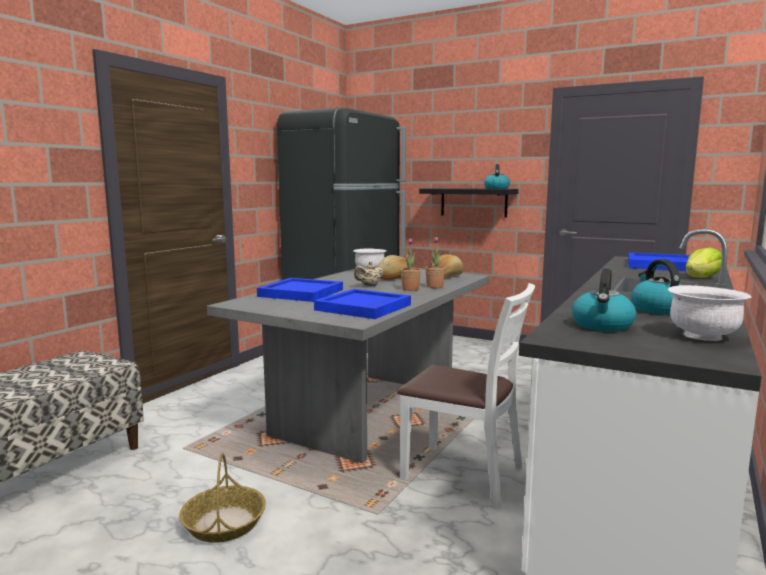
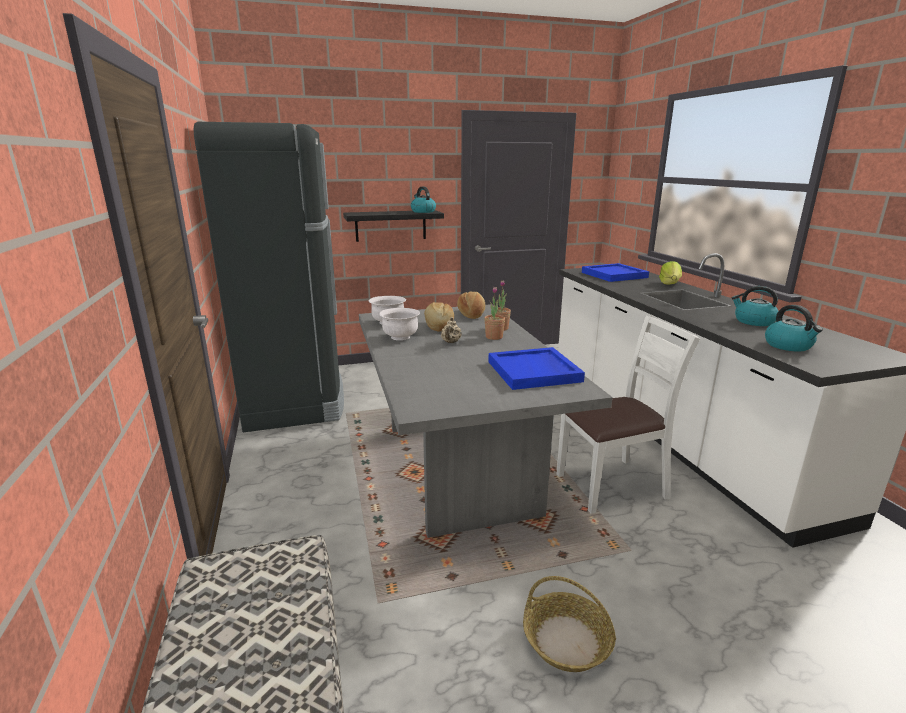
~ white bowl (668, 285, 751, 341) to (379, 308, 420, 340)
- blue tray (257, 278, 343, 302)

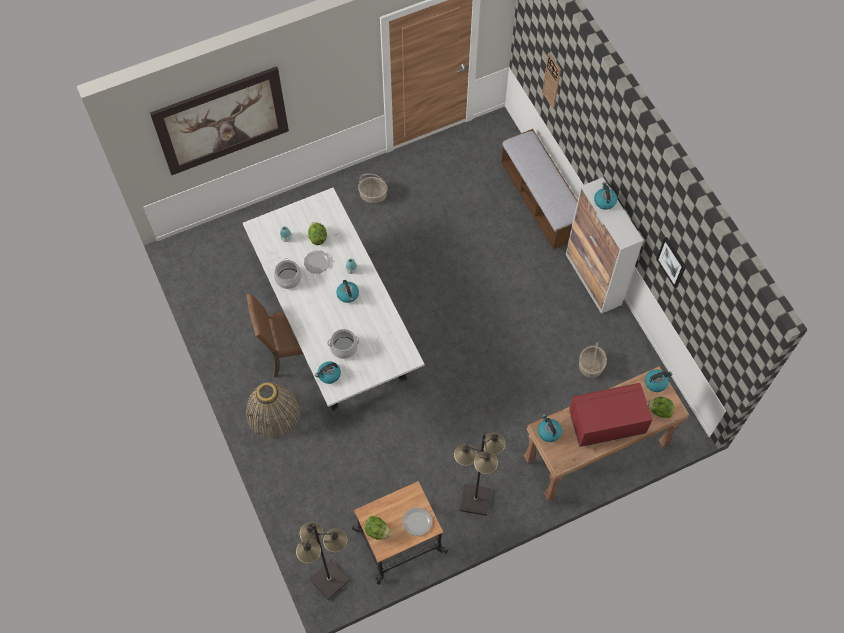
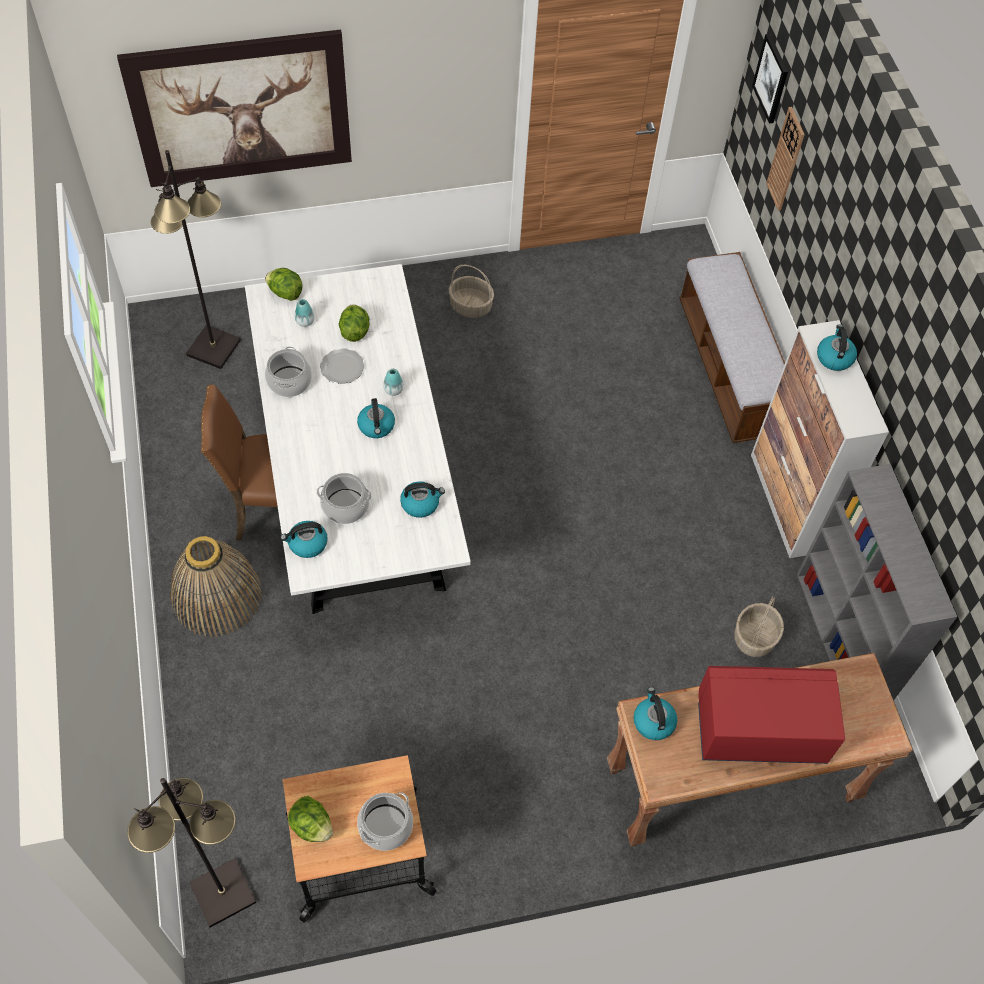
~ black floor lamp (454, 432, 506, 516) to (151, 150, 241, 369)
~ lettuce (647, 397, 674, 418) to (265, 268, 302, 301)
~ plate (403, 507, 432, 536) to cooking pot (357, 793, 413, 851)
~ kettle (645, 369, 672, 392) to (400, 481, 445, 518)
~ picture (656, 237, 686, 288) to (752, 34, 788, 124)
+ grey bookcase (797, 464, 957, 701)

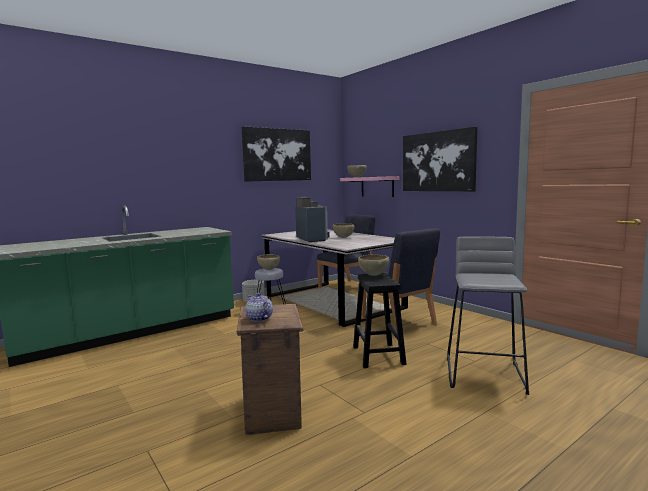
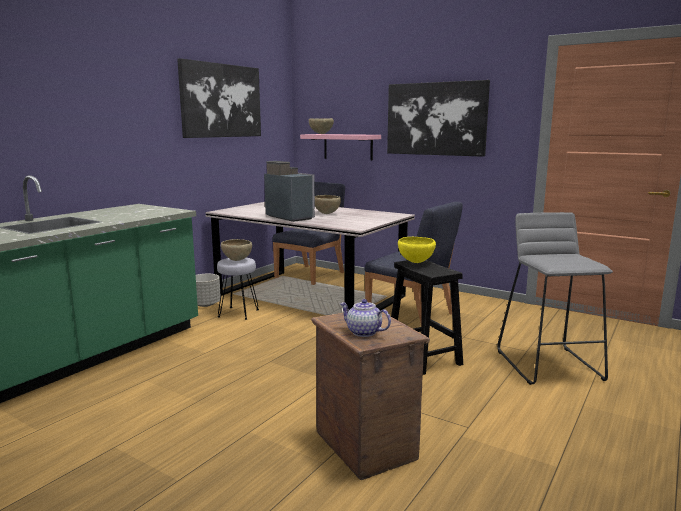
~ brown bowl (358, 254, 389, 276) to yellow bowl (398, 237, 436, 263)

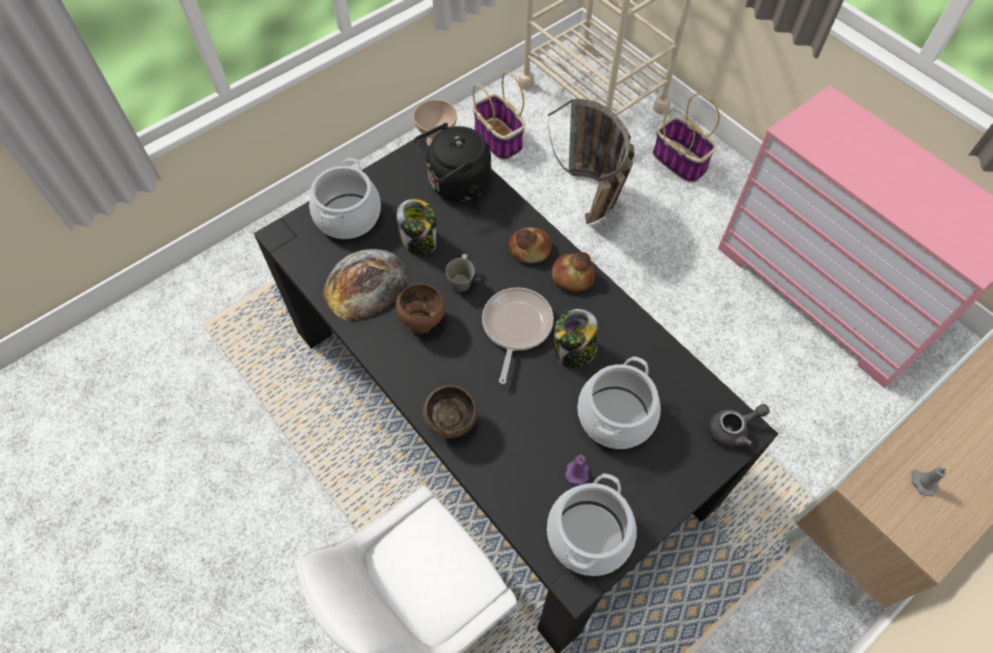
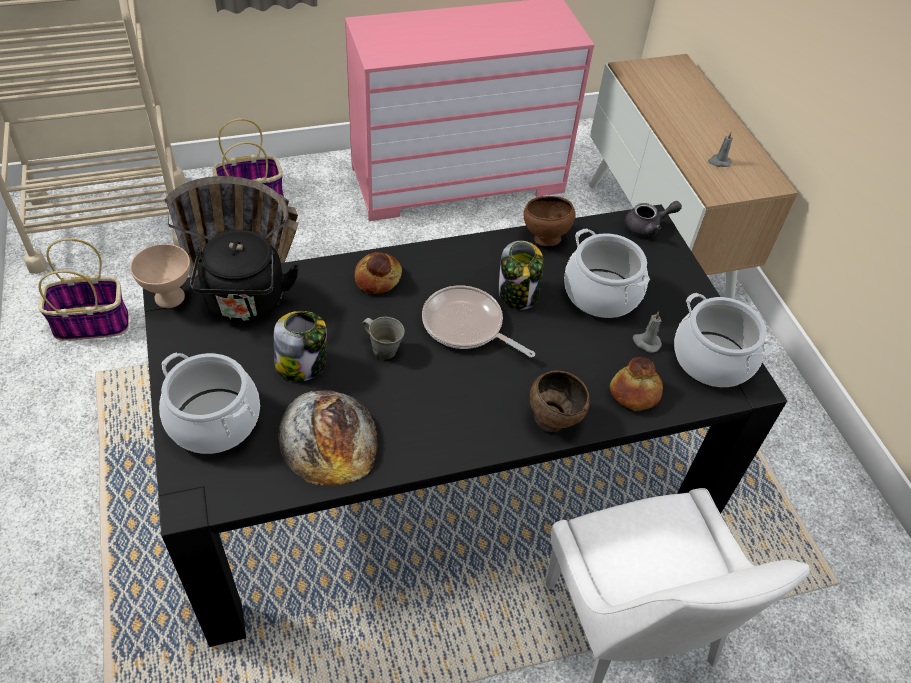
~ brown bowl (396, 283, 445, 334) to (523, 196, 576, 246)
~ bread (552, 252, 595, 292) to (610, 357, 663, 411)
~ grey teapot (709, 404, 770, 447) = (625, 201, 682, 236) 75 degrees clockwise
~ purple candle (565, 454, 589, 485) to grey candle (633, 311, 662, 353)

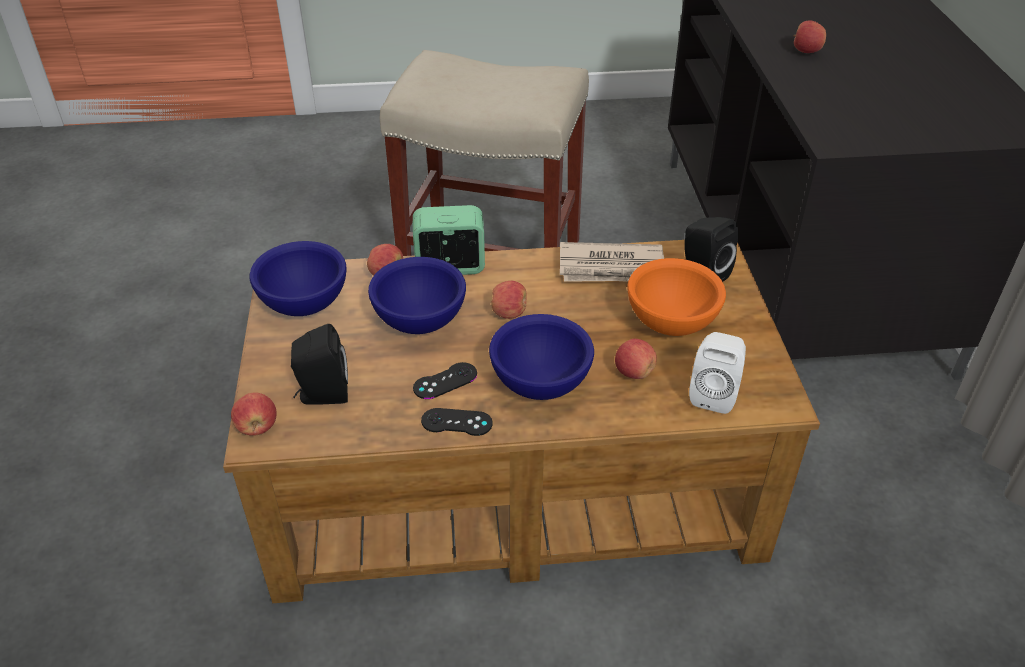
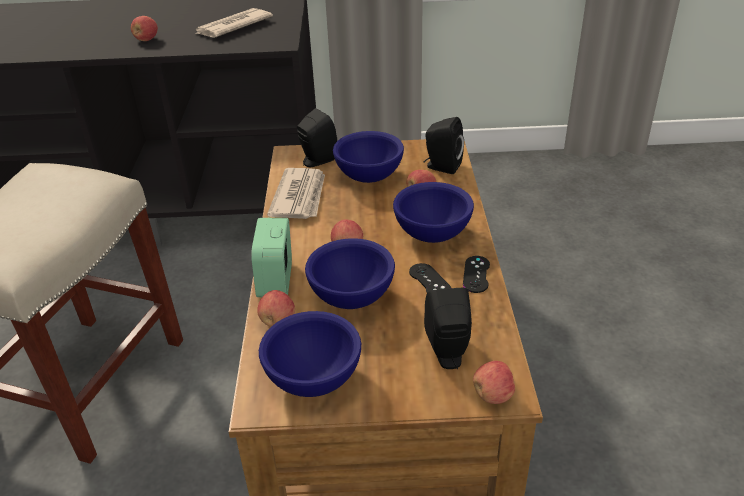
+ newspaper (196, 8, 273, 38)
~ orange bowl (627, 258, 726, 336) to blue bowl (333, 131, 404, 183)
~ white speaker (689, 332, 746, 414) to black speaker (424, 117, 464, 174)

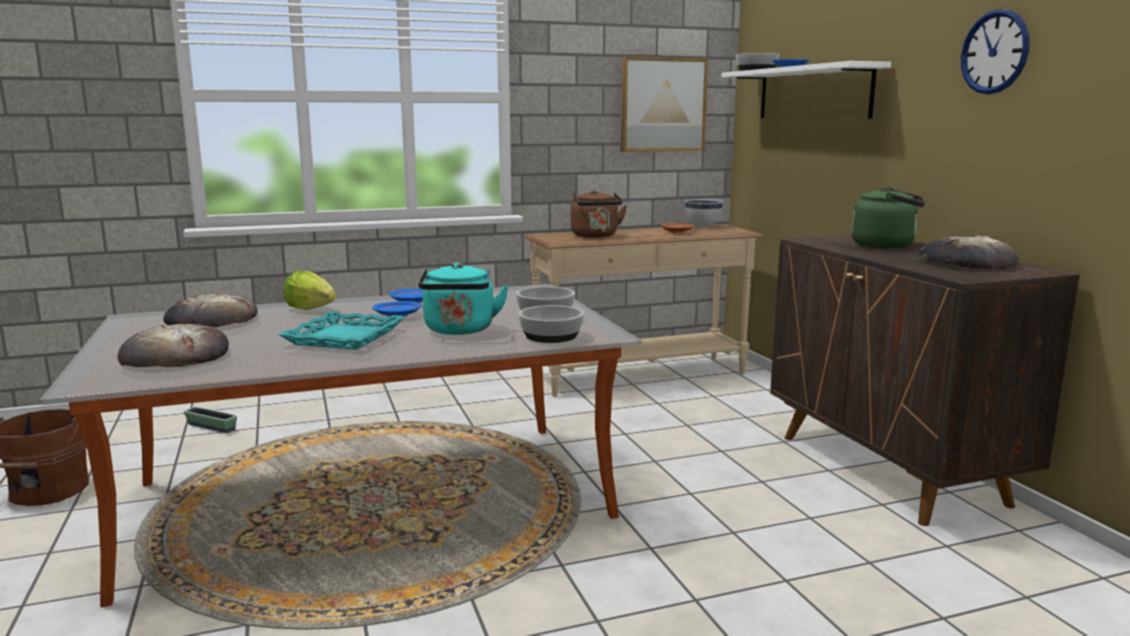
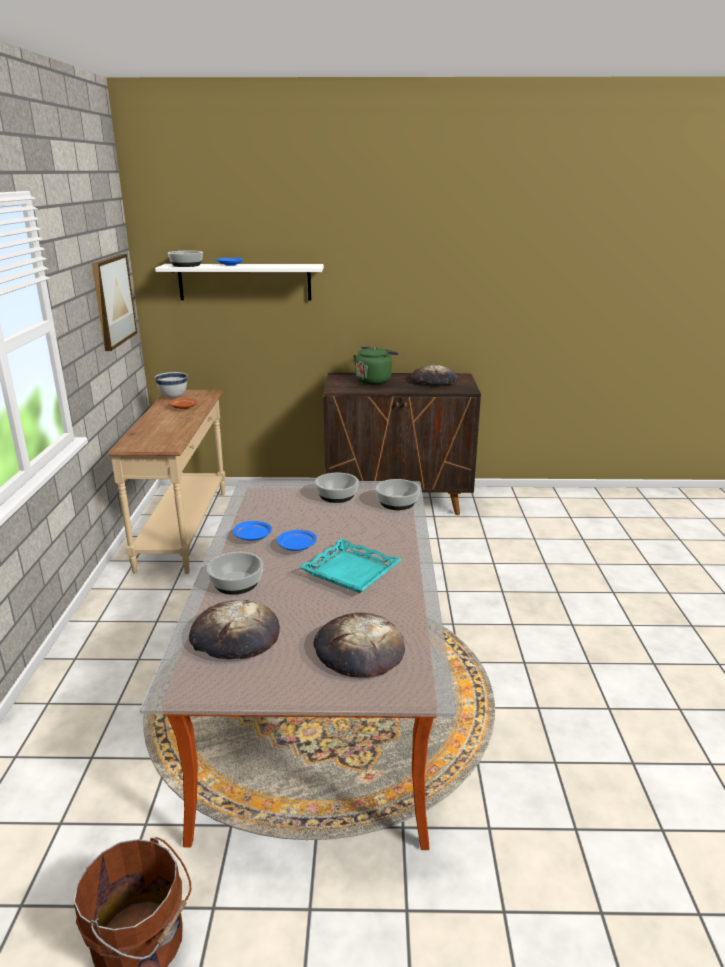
~ lettuce (283, 271, 336, 310) to bowl (207, 552, 263, 595)
- planter (184, 407, 237, 433)
- turquoise kettle (418, 262, 509, 335)
- brown kettle (571, 190, 627, 238)
- wall clock (961, 9, 1030, 94)

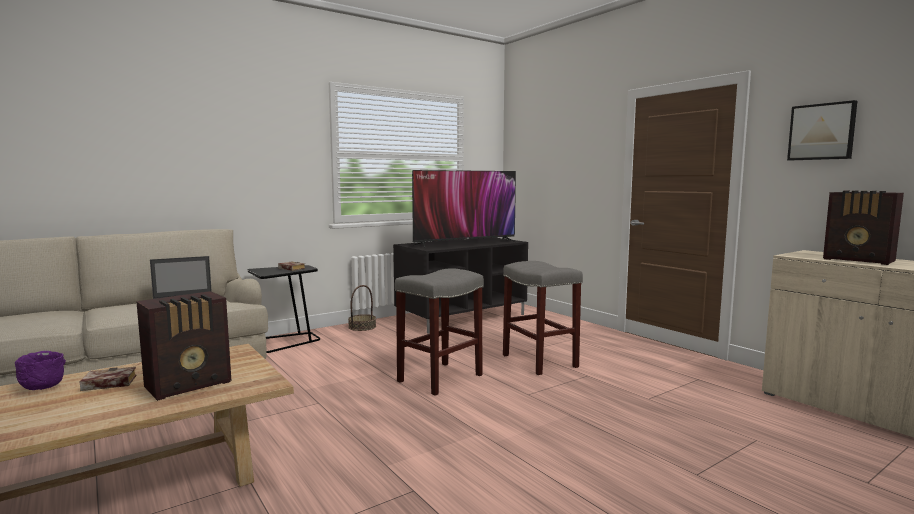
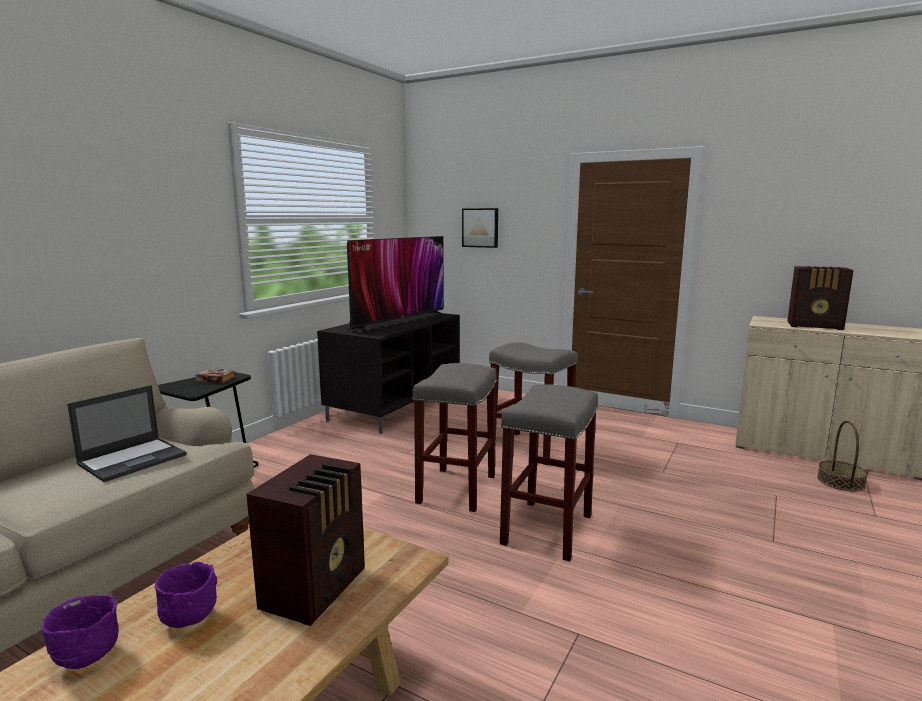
~ book (79, 367, 137, 391) to purple bowl (155, 562, 217, 628)
~ picture (787, 100, 857, 160) to (462, 208, 498, 248)
+ grey stool (500, 384, 598, 561)
~ basket (348, 285, 376, 331) to (817, 421, 868, 491)

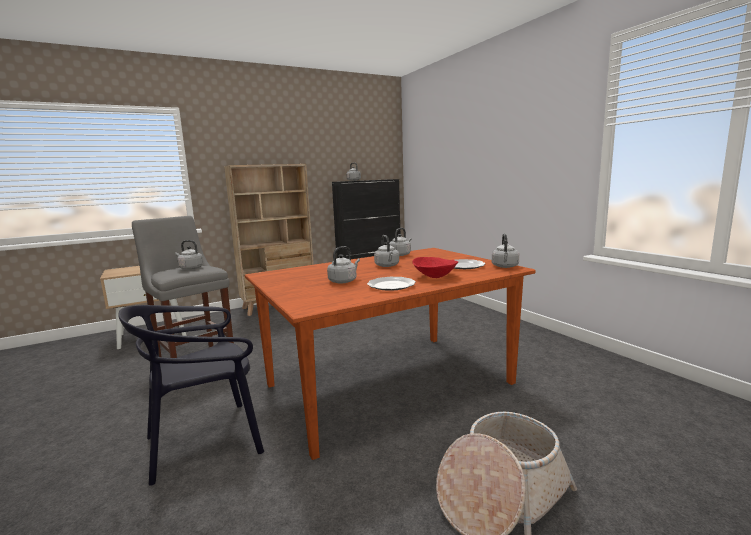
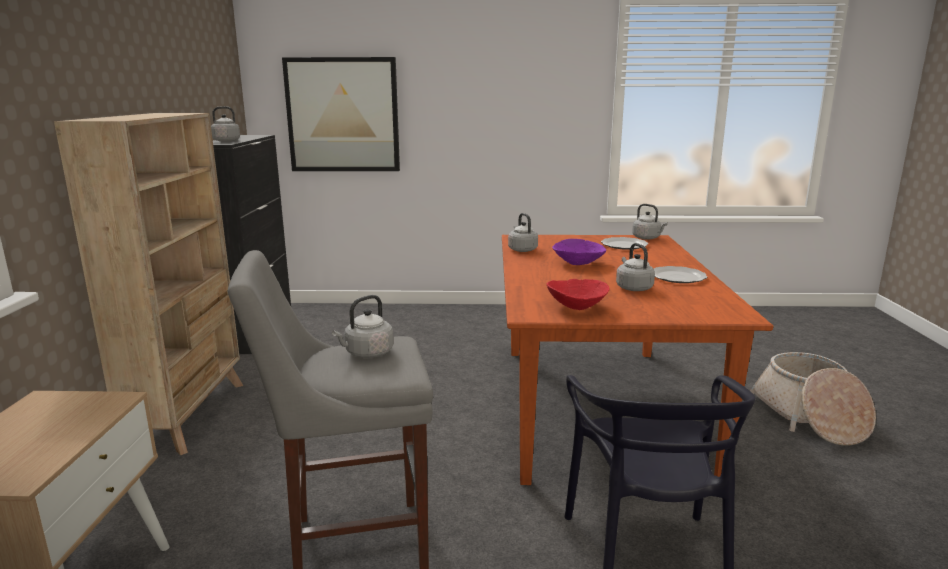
+ picture (282, 57, 400, 171)
~ red bowl (412, 257, 458, 278) to (546, 279, 610, 310)
~ grey kettle (374, 235, 399, 267) to purple bowl (552, 239, 606, 265)

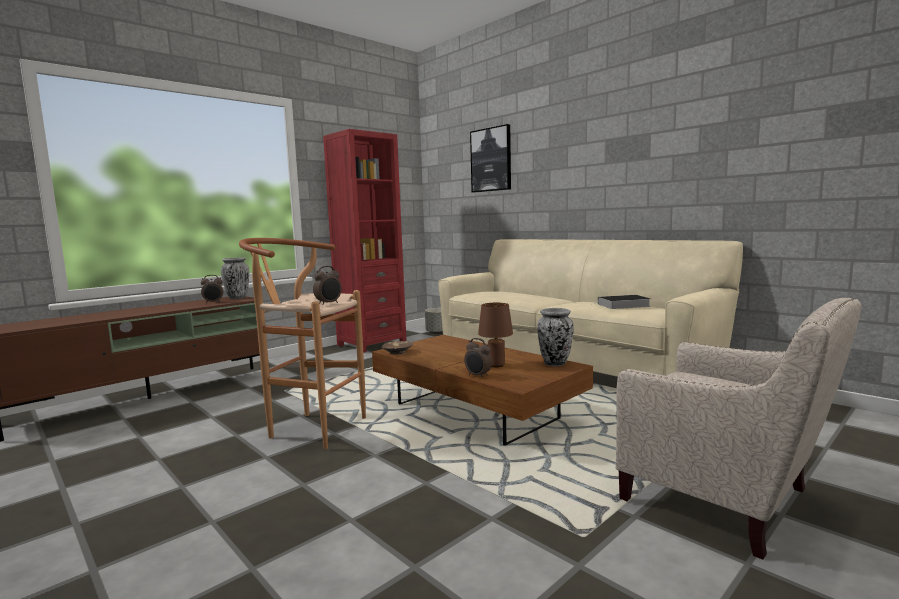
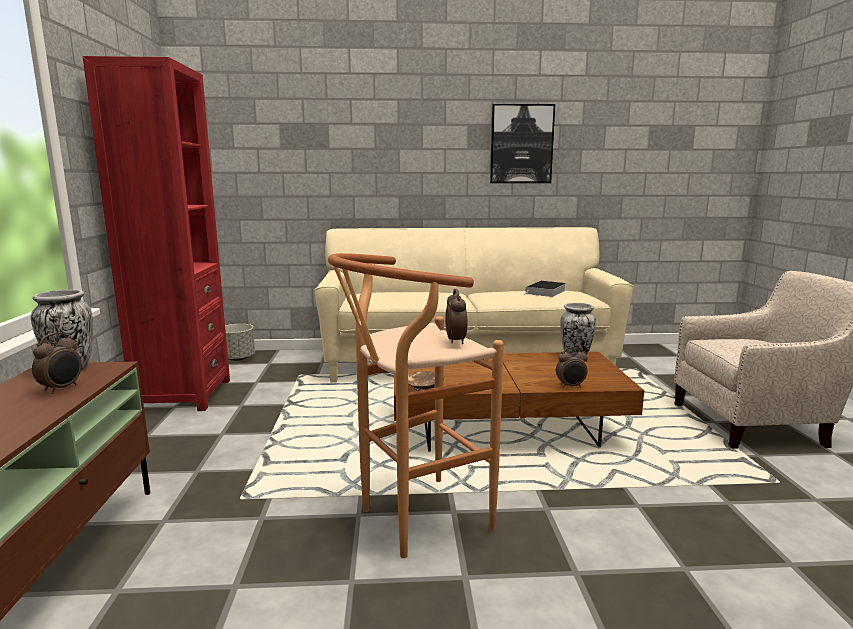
~ picture (470, 124, 511, 192) to (490, 104, 555, 183)
- brown table lamp (478, 303, 513, 368)

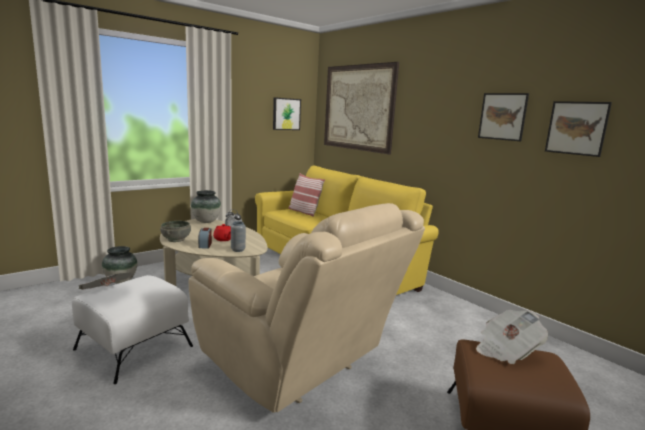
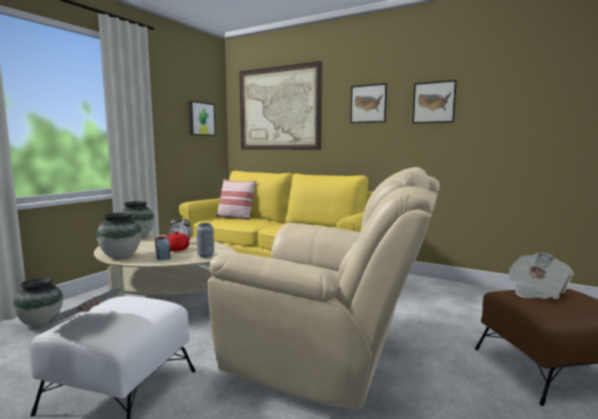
~ grey bowl (160, 221, 191, 242) to vase (96, 213, 142, 259)
~ picture (545, 101, 612, 157) to (350, 83, 387, 123)

